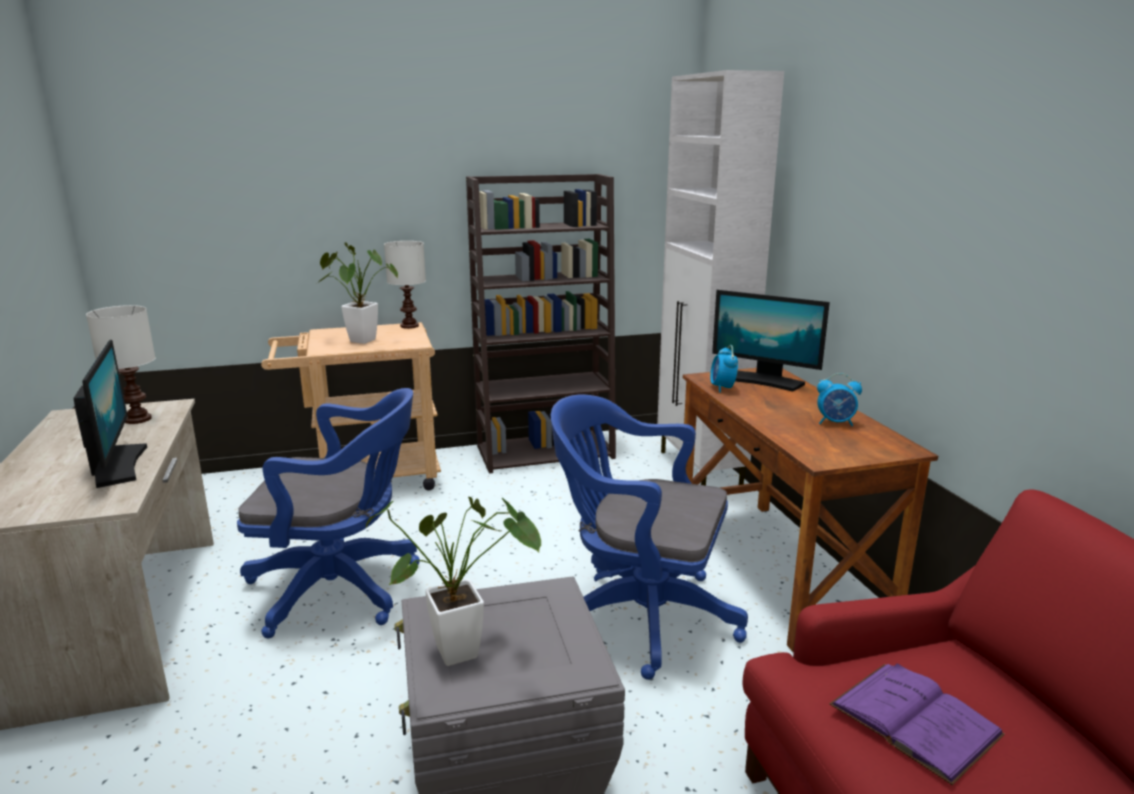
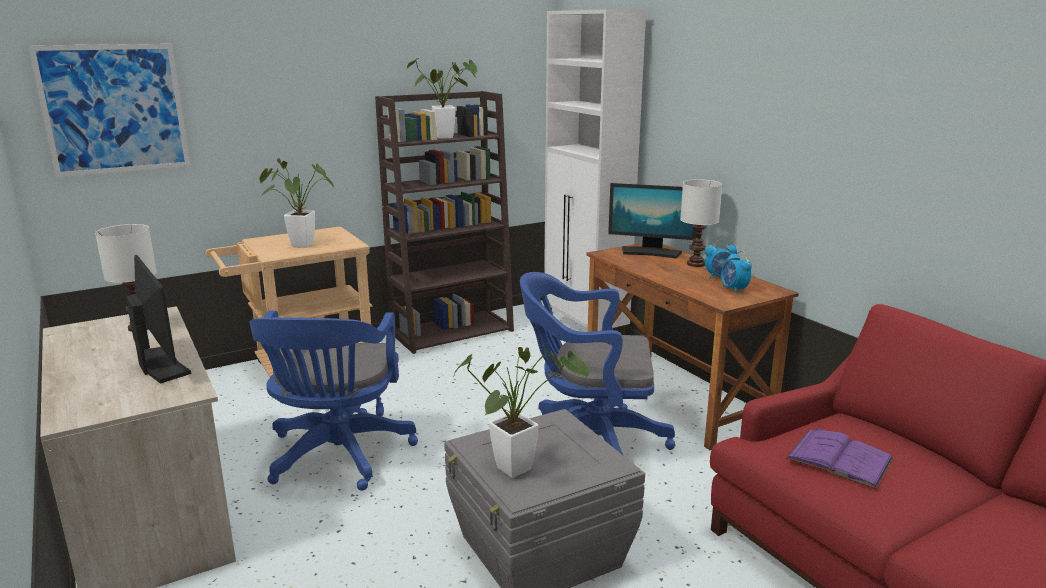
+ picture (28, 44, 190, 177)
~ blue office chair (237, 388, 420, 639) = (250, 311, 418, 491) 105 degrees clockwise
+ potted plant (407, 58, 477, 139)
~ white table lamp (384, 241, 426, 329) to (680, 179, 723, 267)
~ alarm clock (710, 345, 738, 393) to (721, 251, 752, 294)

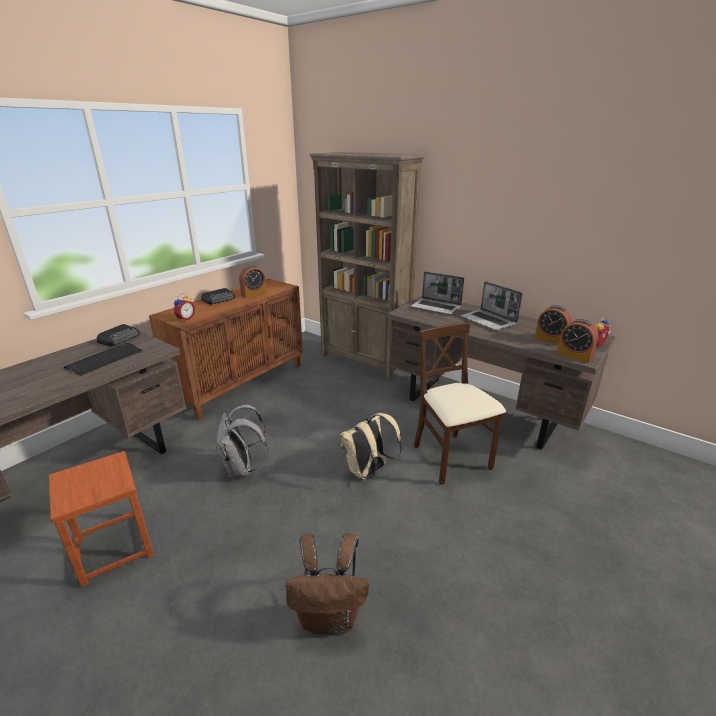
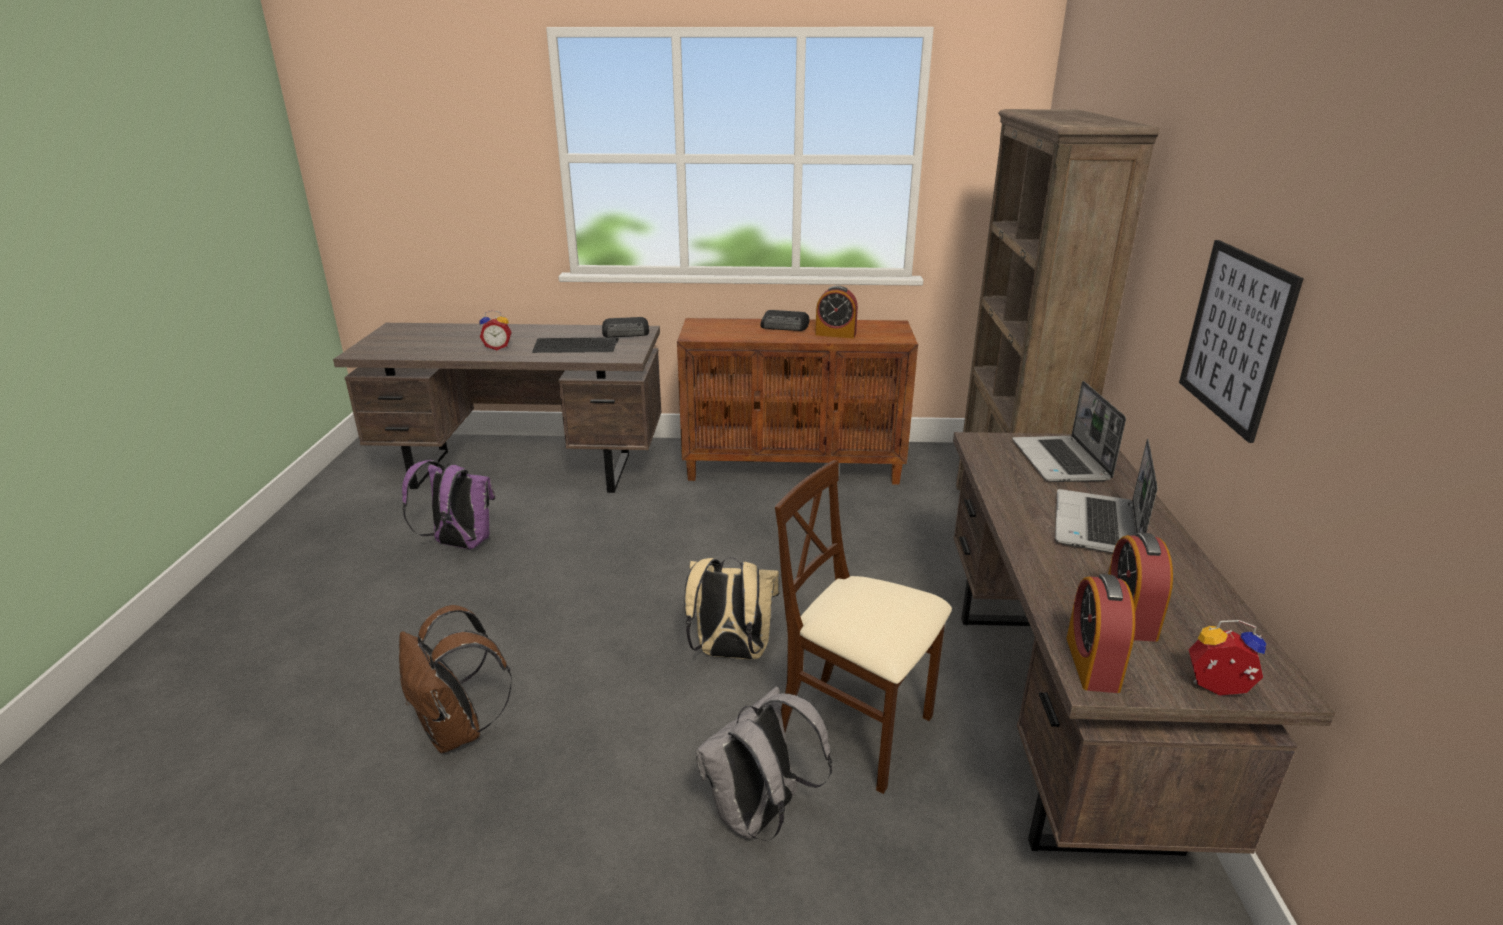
~ brown stool (49, 451, 154, 587) to purple backpack (402, 460, 495, 549)
~ alarm clock (174, 293, 195, 321) to (480, 310, 512, 350)
~ grey backpack (216, 405, 268, 478) to (695, 686, 832, 841)
~ beige chair (414, 322, 506, 485) = (775, 460, 952, 794) 90 degrees counterclockwise
+ picture (1179, 240, 1304, 443)

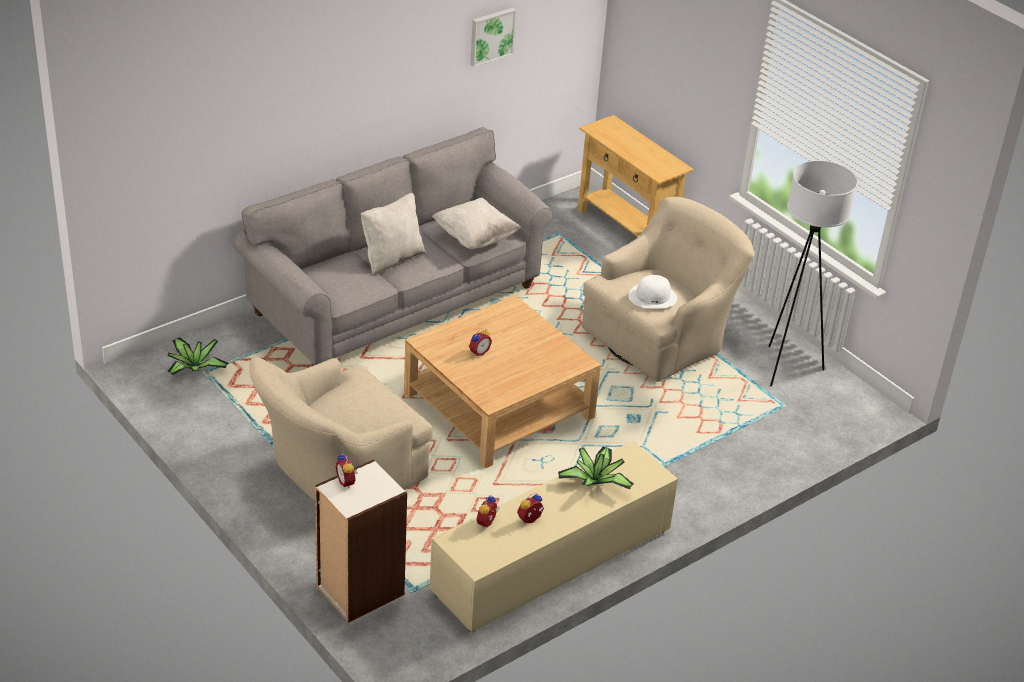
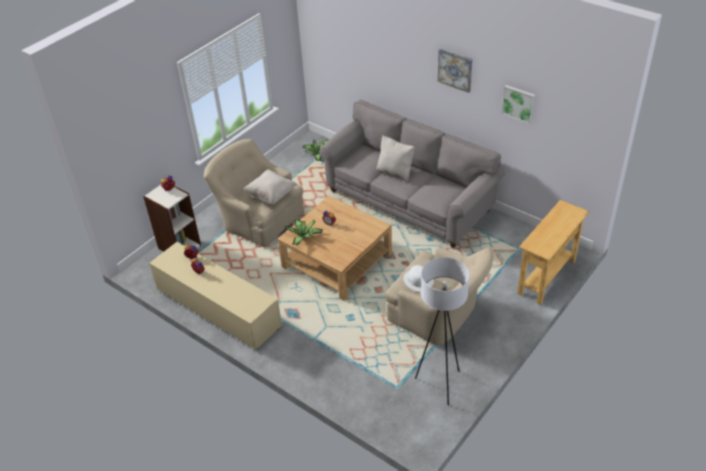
~ beige pillow (432, 197, 521, 249) to (243, 169, 296, 204)
~ potted plant (558, 447, 633, 490) to (285, 219, 323, 245)
+ picture (438, 48, 473, 93)

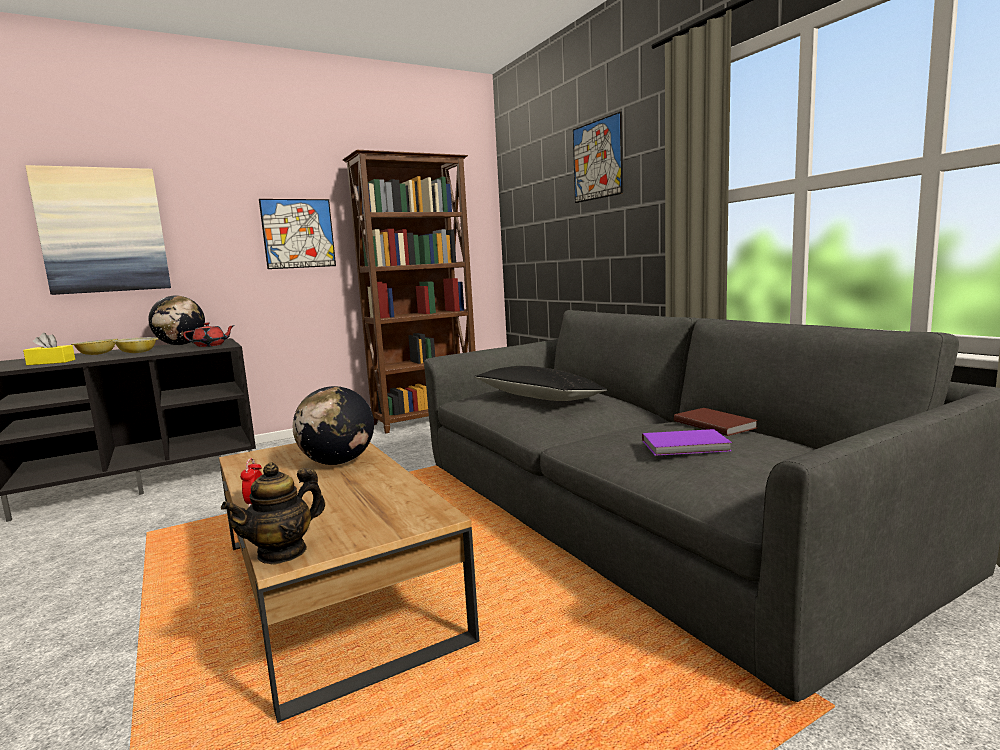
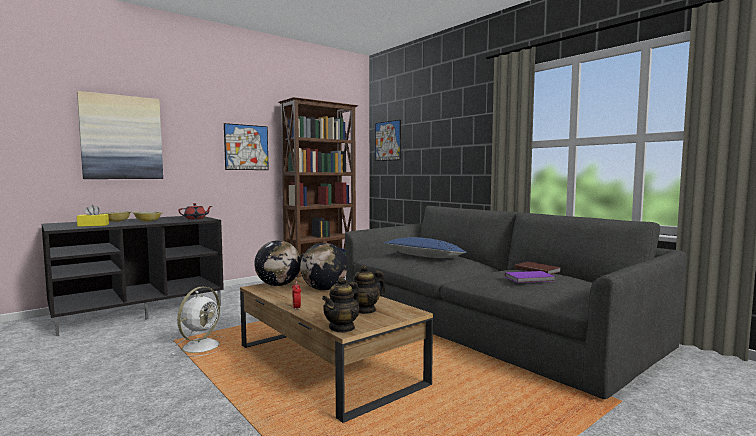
+ white fan (171, 287, 224, 357)
~ globe (148, 296, 205, 345) to (254, 240, 301, 286)
+ teapot (345, 265, 386, 314)
~ picture (573, 111, 623, 203) to (375, 120, 401, 161)
~ black pillow (474, 366, 607, 401) to blue pillow (383, 237, 467, 258)

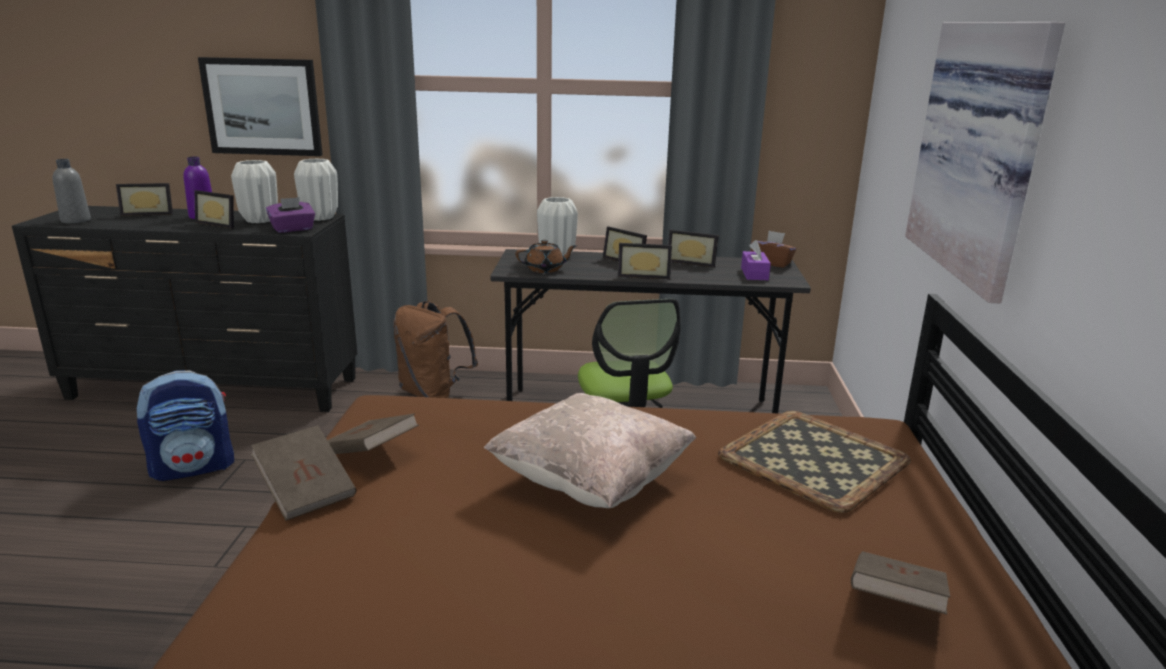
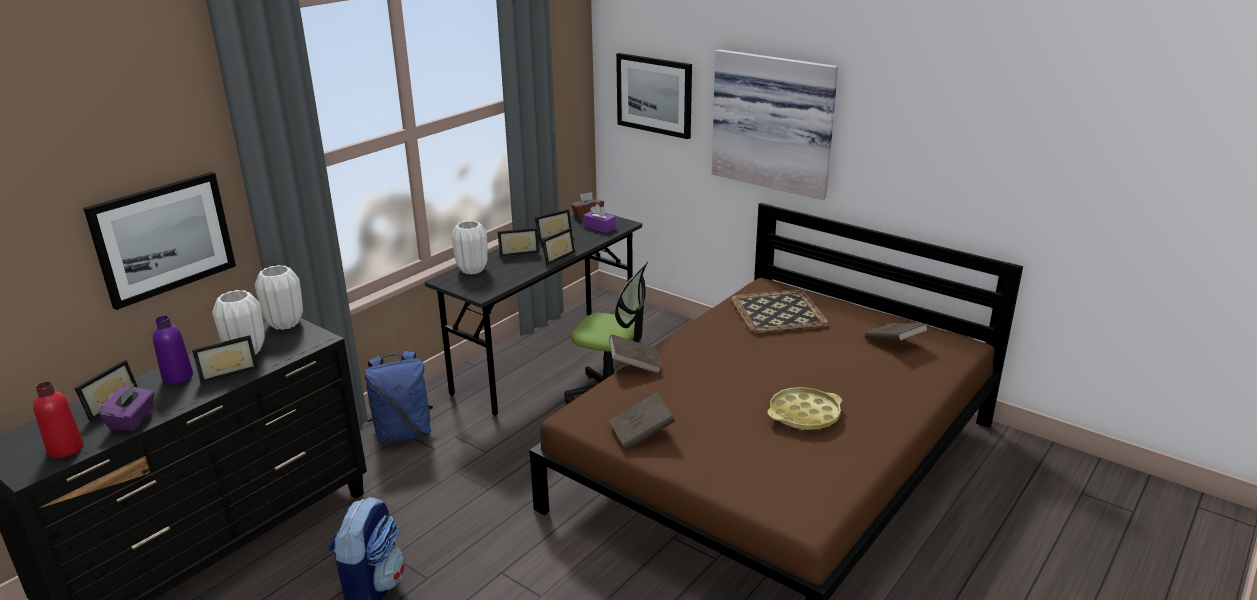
~ grey bottle (53, 159, 91, 224) to red bottle (33, 382, 84, 458)
~ purple tissue box (266, 197, 315, 233) to (99, 383, 154, 431)
~ brown backpack (393, 301, 478, 398) to blue backpack (365, 351, 433, 445)
~ brown book (251, 425, 357, 521) to (609, 334, 662, 374)
+ picture (616, 53, 692, 139)
+ yellow tray (767, 387, 842, 430)
- beige pillow (484, 393, 696, 508)
- brown teapot (515, 240, 577, 273)

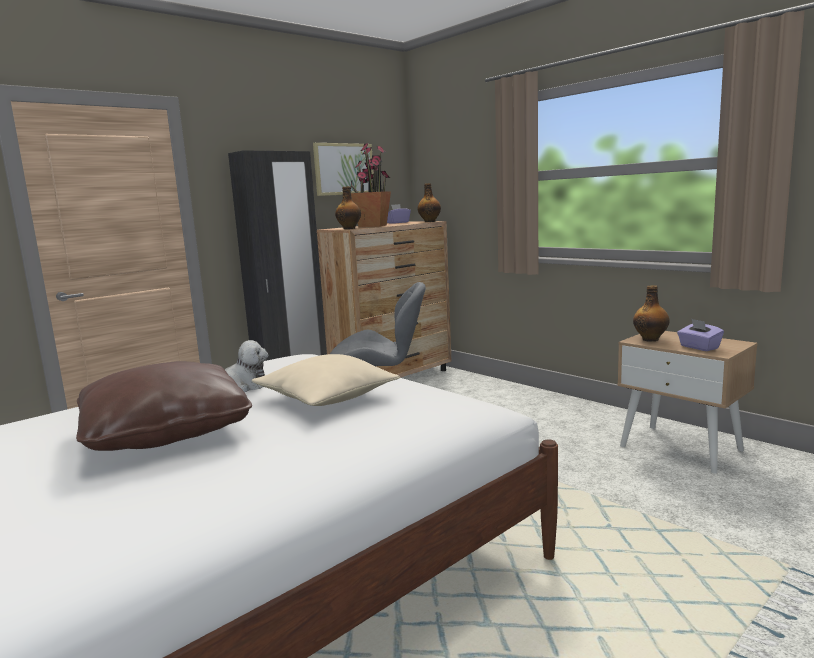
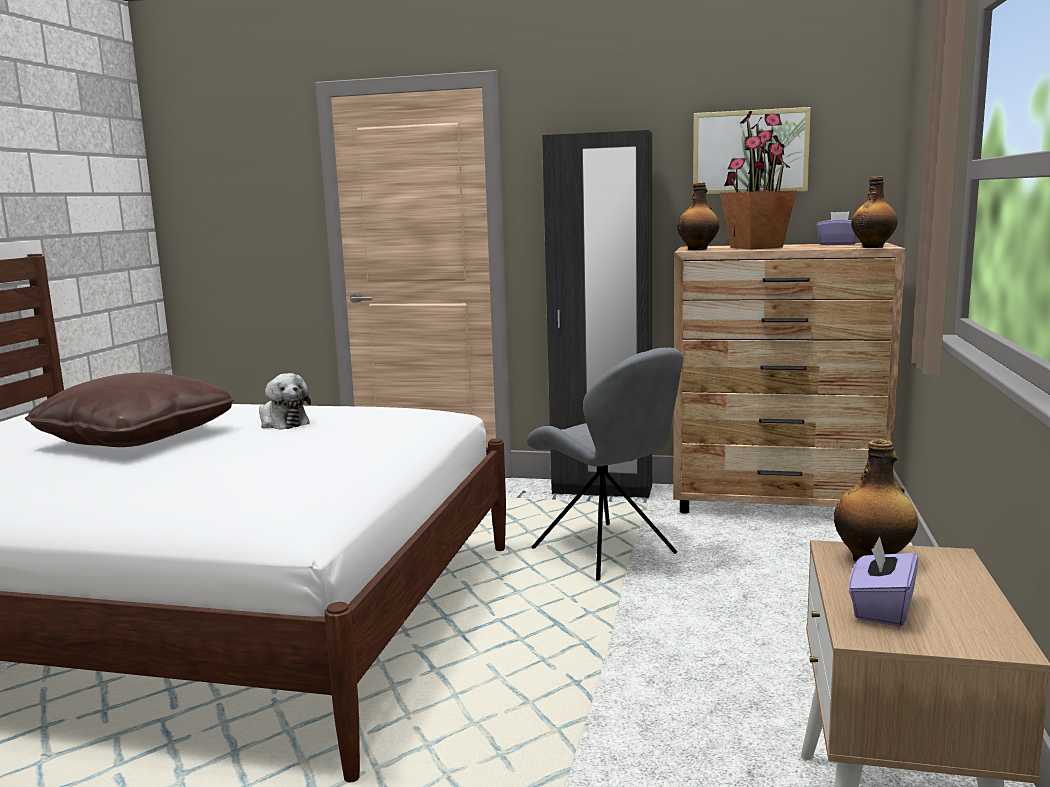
- beige pillow (252, 354, 400, 406)

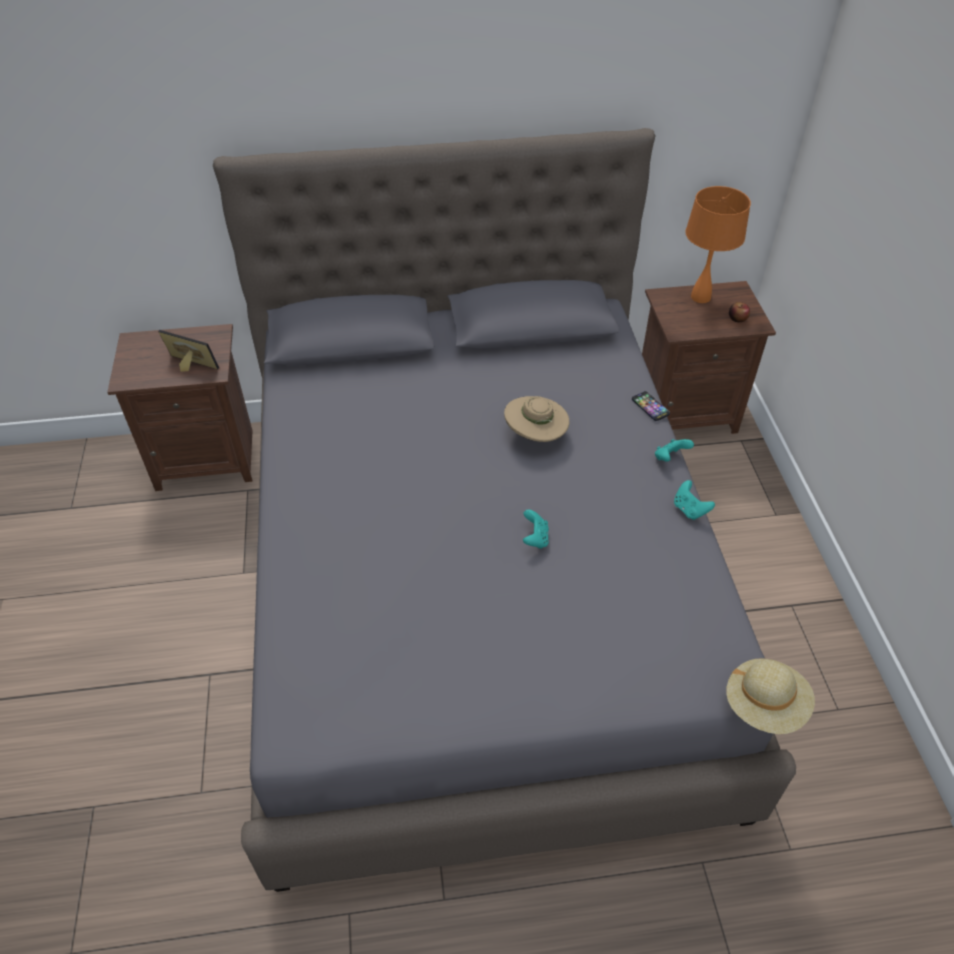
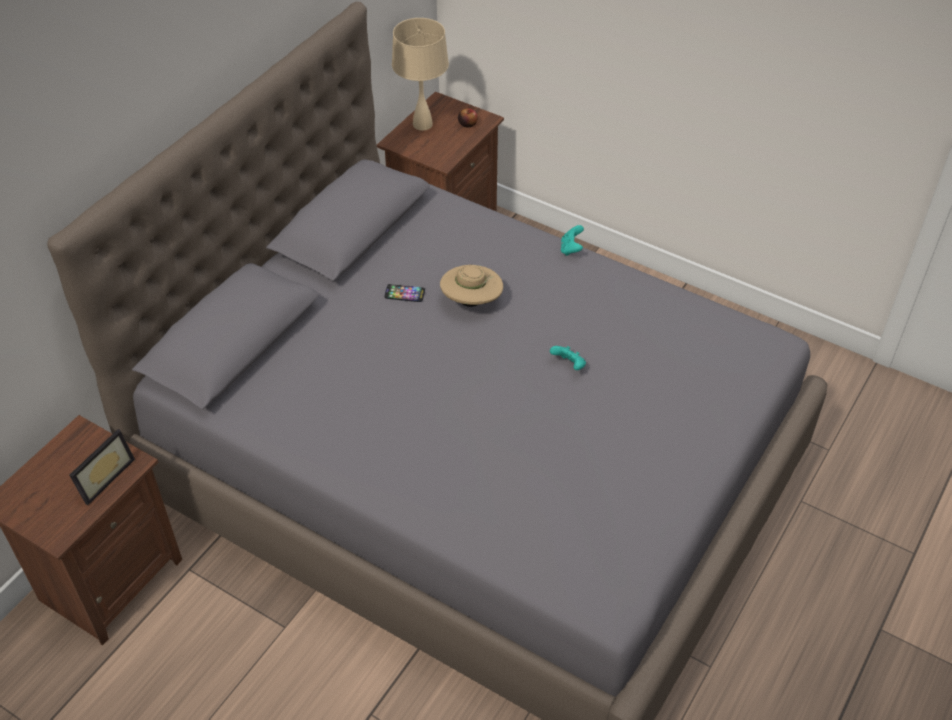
~ picture frame (158, 330, 219, 372) = (69, 429, 135, 505) 150 degrees clockwise
~ phone (632, 391, 670, 421) to (384, 284, 425, 302)
~ orange table lamp (685, 186, 751, 303) to beige table lamp (392, 18, 449, 131)
- turquoise game controller (674, 480, 715, 520)
- beige hat (726, 658, 815, 734)

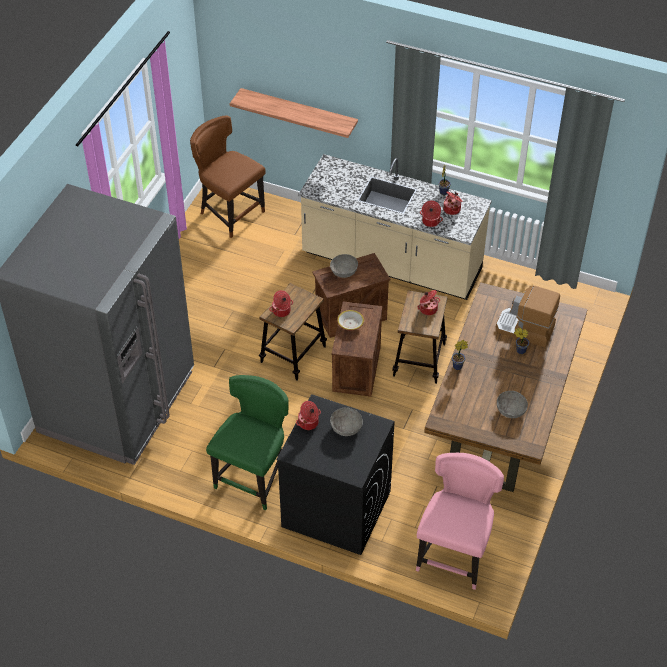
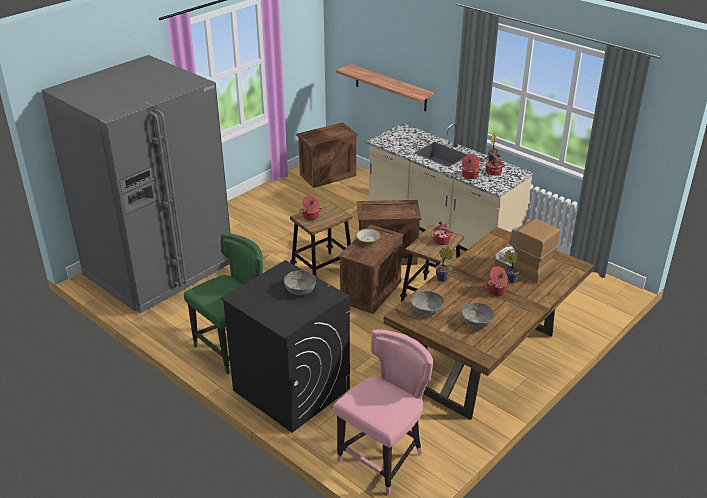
~ brown chair (190, 115, 266, 238) to crate (296, 122, 358, 188)
~ grey bowl (330, 254, 358, 278) to (411, 291, 444, 316)
~ cooking pot (296, 401, 321, 430) to (484, 266, 510, 296)

